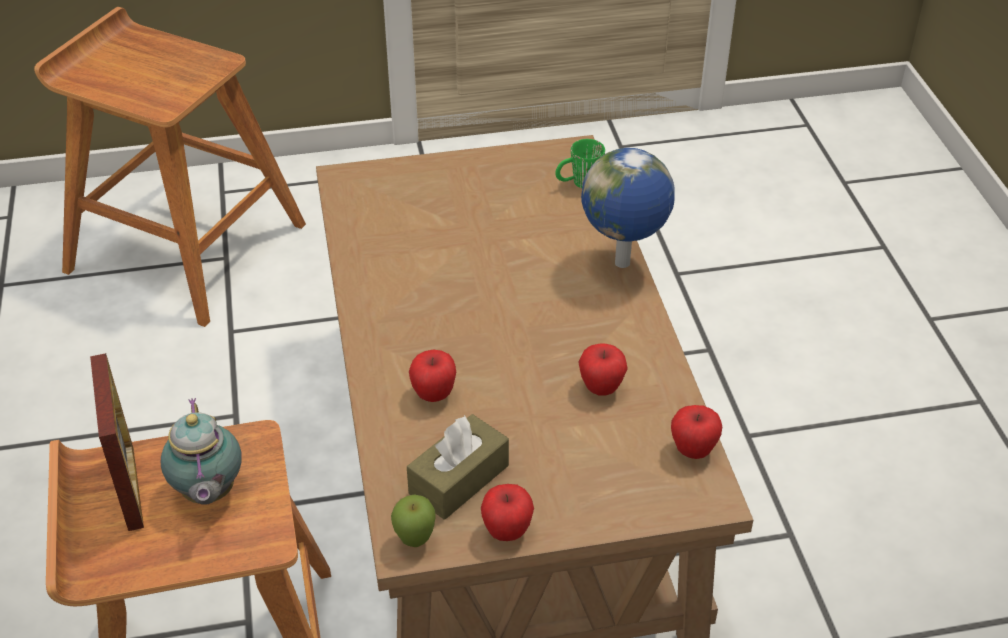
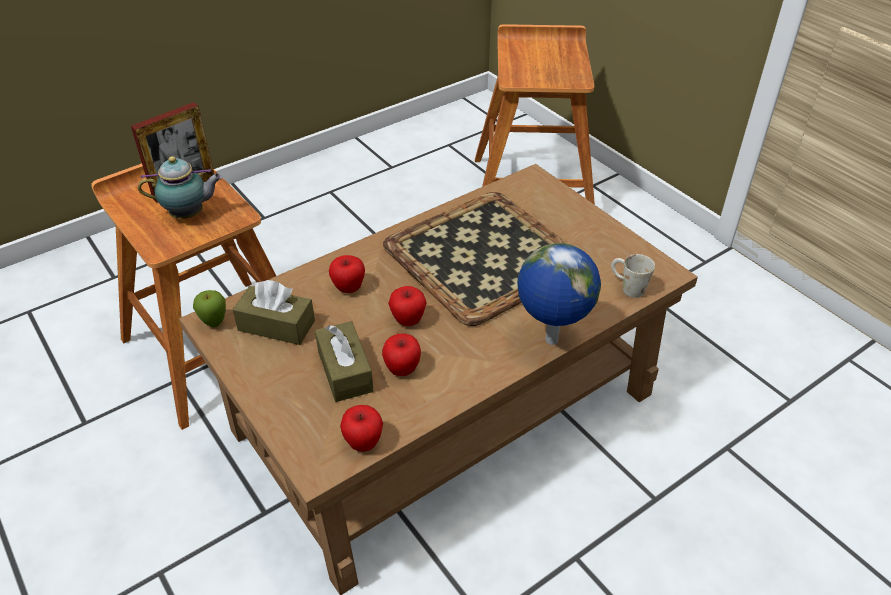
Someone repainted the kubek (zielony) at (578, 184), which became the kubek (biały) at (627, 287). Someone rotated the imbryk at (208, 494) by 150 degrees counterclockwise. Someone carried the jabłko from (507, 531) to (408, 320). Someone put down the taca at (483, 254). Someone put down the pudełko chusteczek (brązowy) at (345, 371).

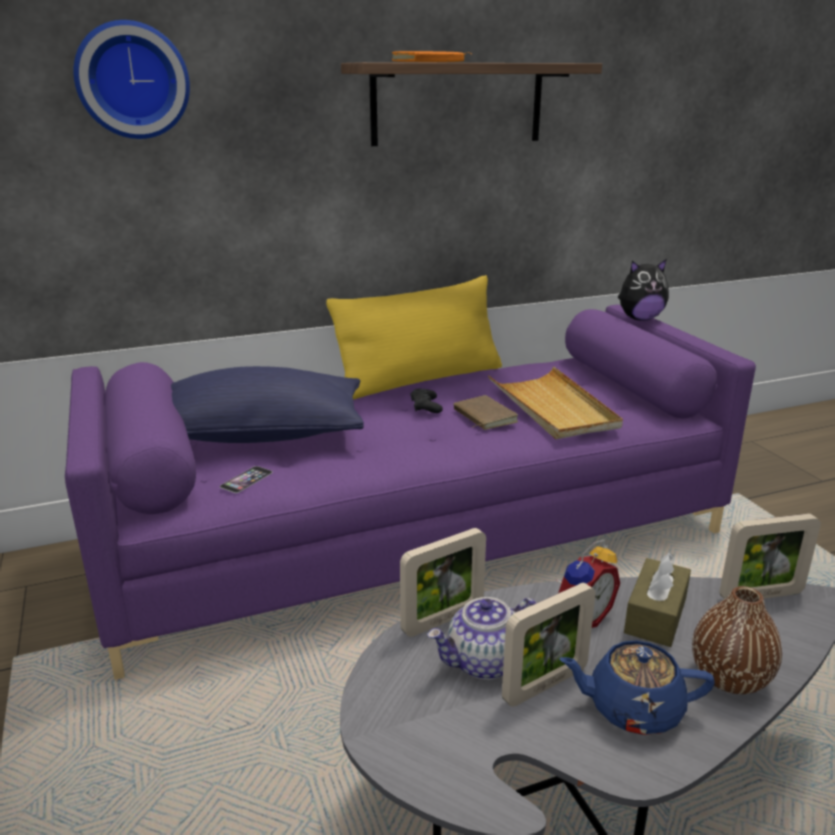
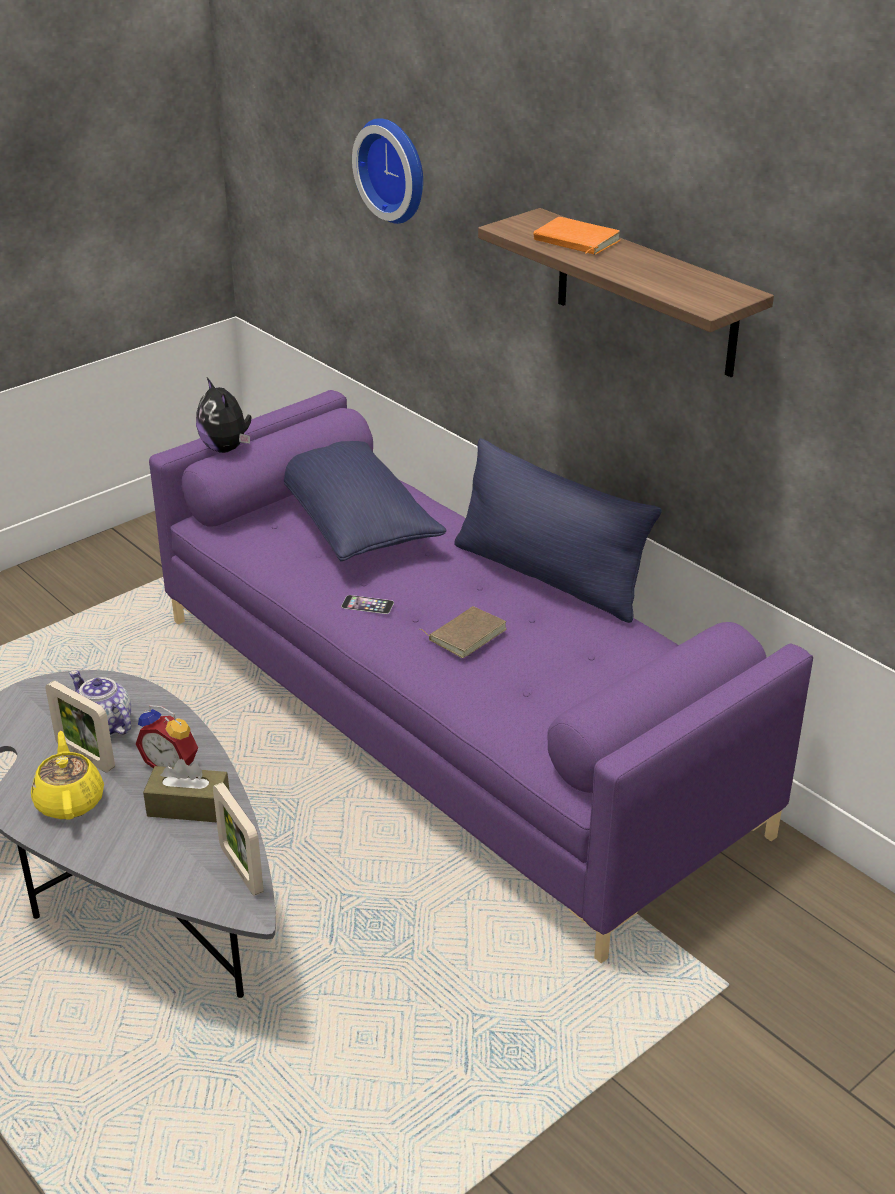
Someone carried the pluszak from (639, 319) to (226, 448). Someone repainted the poduszka (żółty) at (420, 380), which became the poduszka (niebieski) at (548, 577). Someone took away the taca (beżowy) at (552, 407). Someone took away the pad do gier (czarny) at (426, 406). Someone carried the telefon from (246, 479) to (367, 604). Someone took away the ramka na zdjęcie at (442, 620). Someone took away the wazon (brązowy) at (730, 678). Someone repainted the imbryk (niebieski) at (632, 708), which became the imbryk (żółty) at (70, 801).

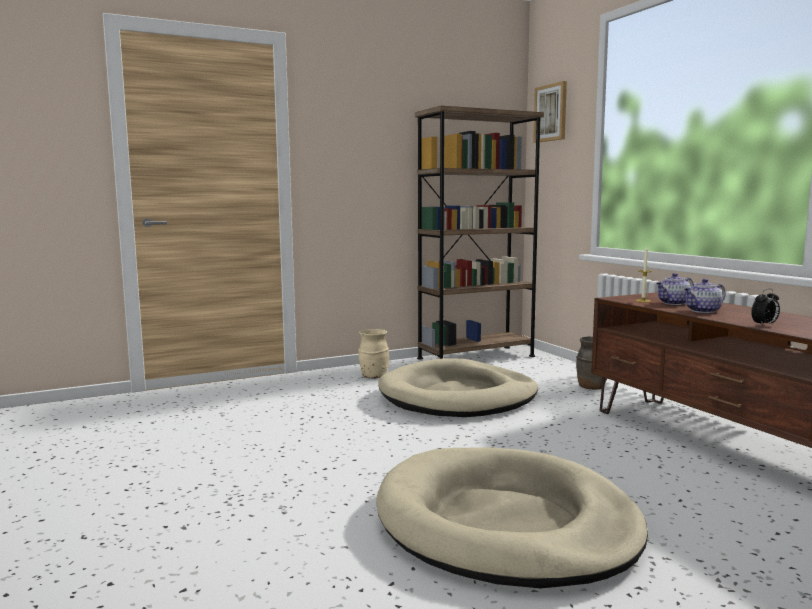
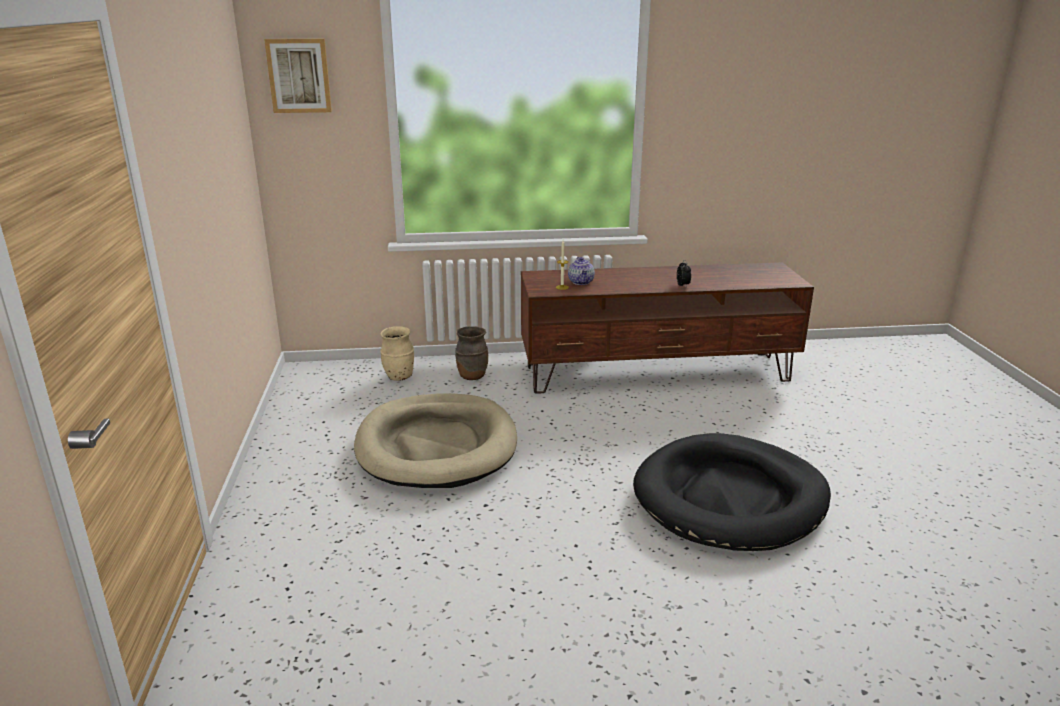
Someone took away the regał (brązowy) at (476, 357). Someone took away the imbryk at (703, 311). Someone carried the wazon (beżowy) from (373, 377) to (399, 377). Someone repainted the legowisko (beżowy) at (505, 523), which became the legowisko (czarny) at (730, 498).

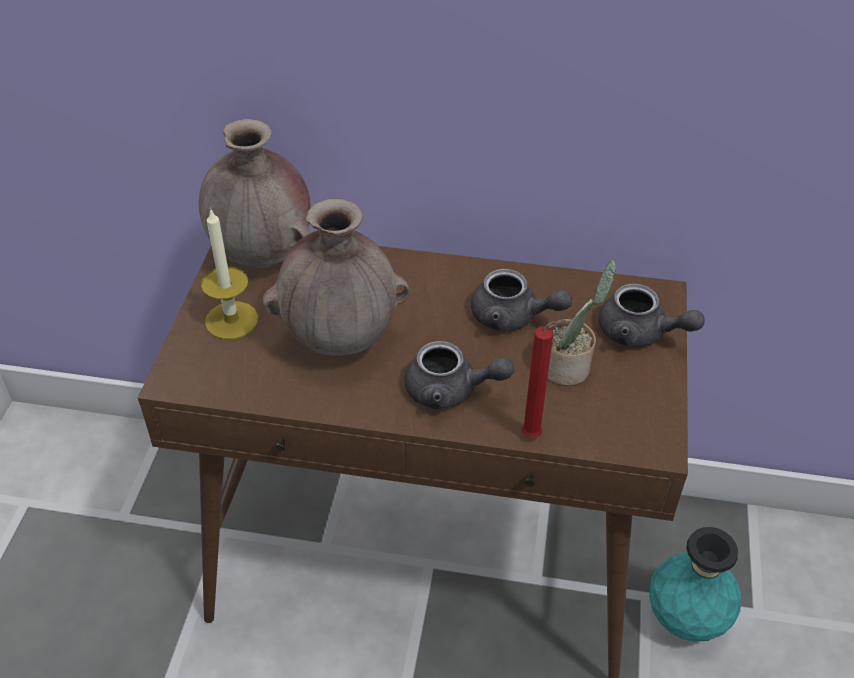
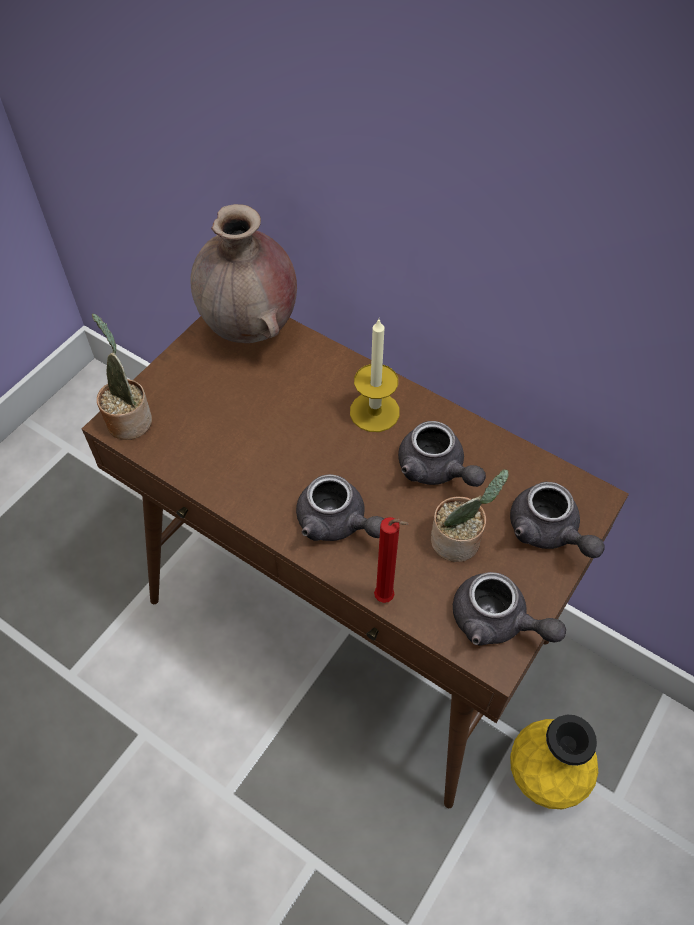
Someone took away the wazon (brązowy) at (341, 341). Someone carried the świeca from (231, 320) to (374, 412). Someone repainted the wazon (turkusowy) at (685, 618), which became the wazon (żółty) at (545, 774). Someone put down the roślina doniczkowa at (129, 419). Someone put down the imbryk (szary) at (497, 622).

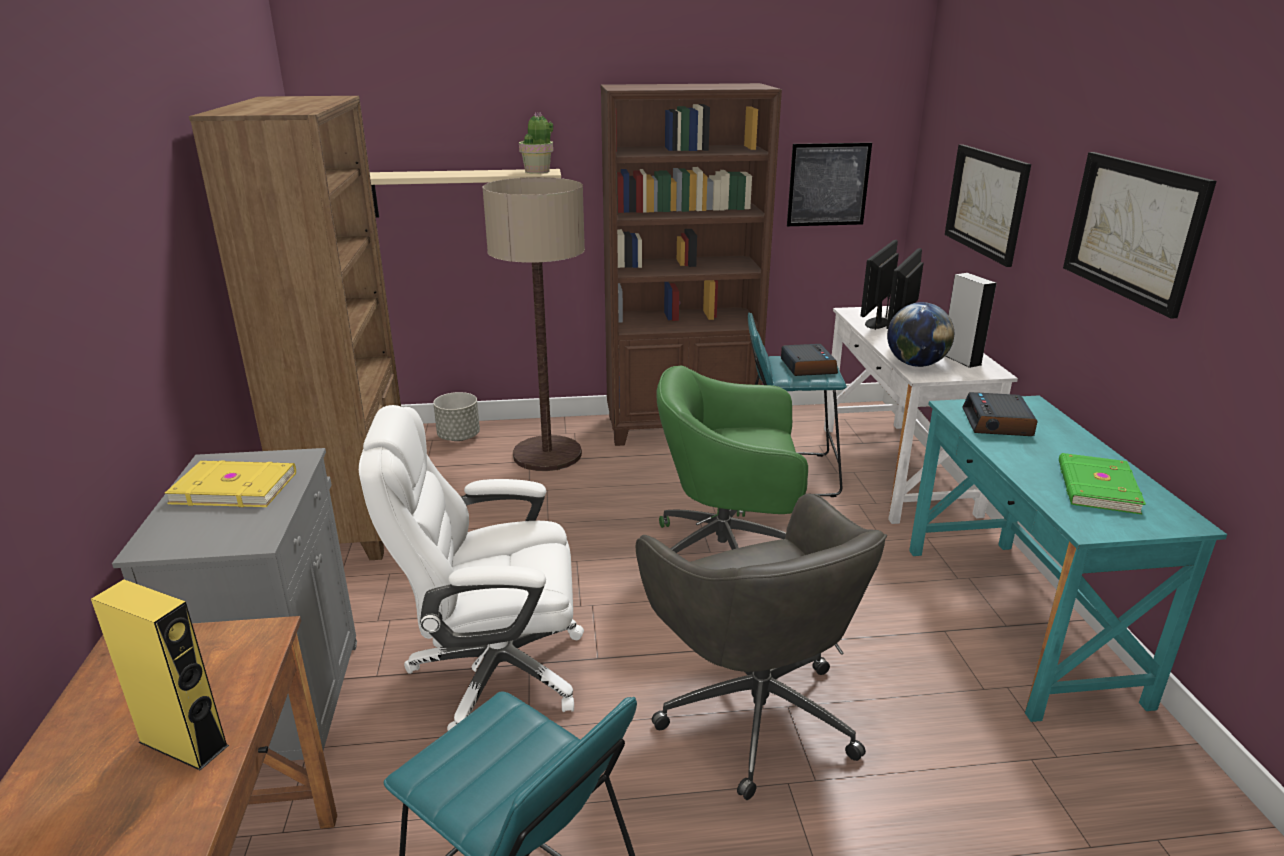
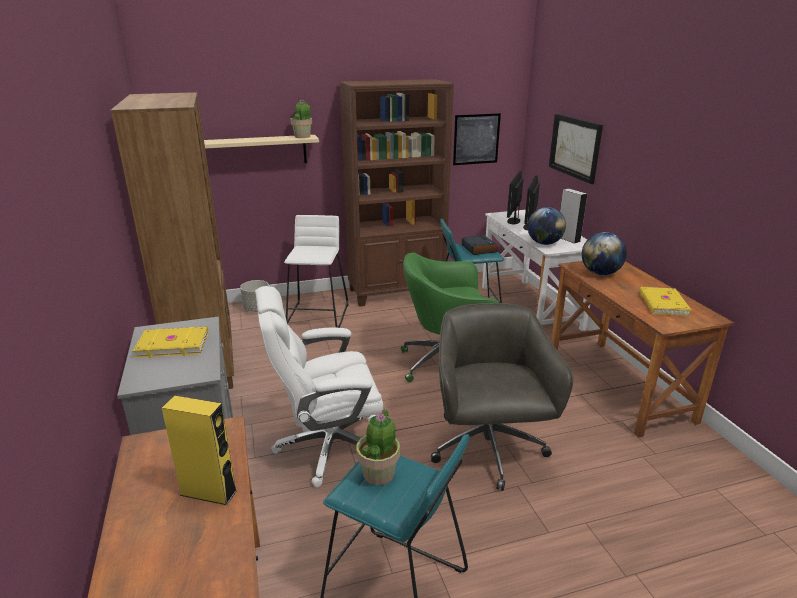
Someone took away the obraz at (1133, 229). Someone swapped the lampa stojąca at (547, 454) for the stołek (biały) at (318, 315). Someone swapped the budzik at (998, 423) for the globus at (600, 273). Someone repainted the biurko (turkusowy) at (1018, 621), which became the biurko (brązowy) at (618, 385). Someone repainted the książka (zielony) at (1095, 487), which became the książka (żółty) at (662, 304). Someone rotated the krzesło biurowe (szary) at (754, 711) by 150 degrees counterclockwise. Someone put down the roślina doniczkowa at (379, 473).

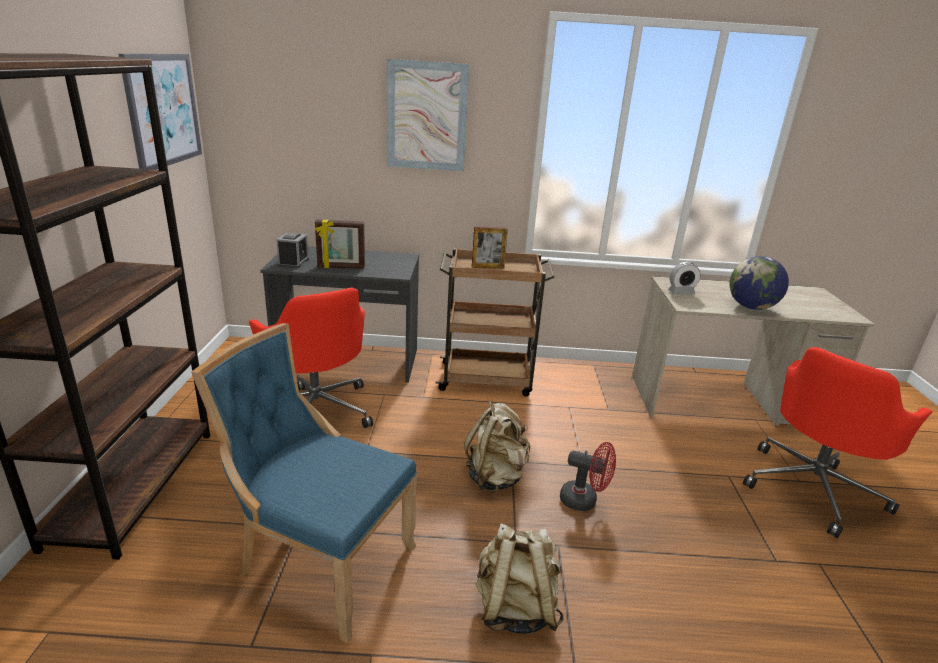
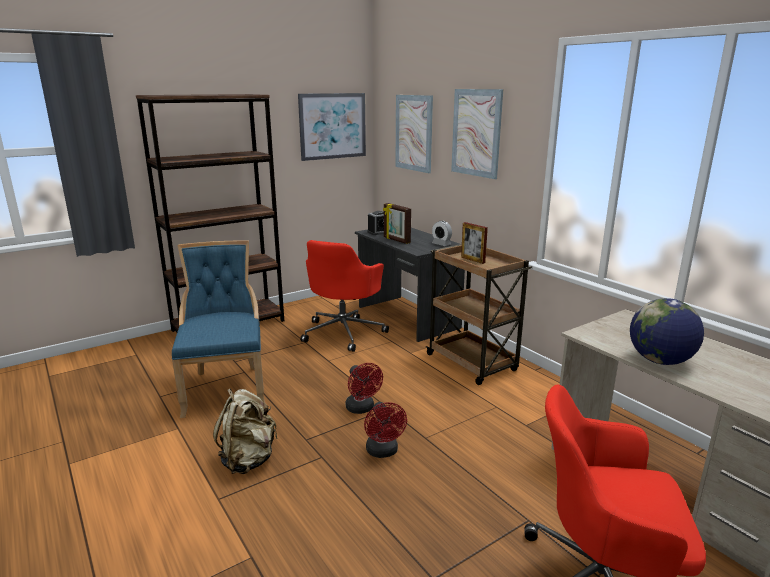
Someone carried the budzik from (681, 293) to (441, 244). Someone swapped the plecak (beżowy) at (496, 477) for the wentylator (czerwony) at (362, 409). Someone put up the obraz at (414, 133).

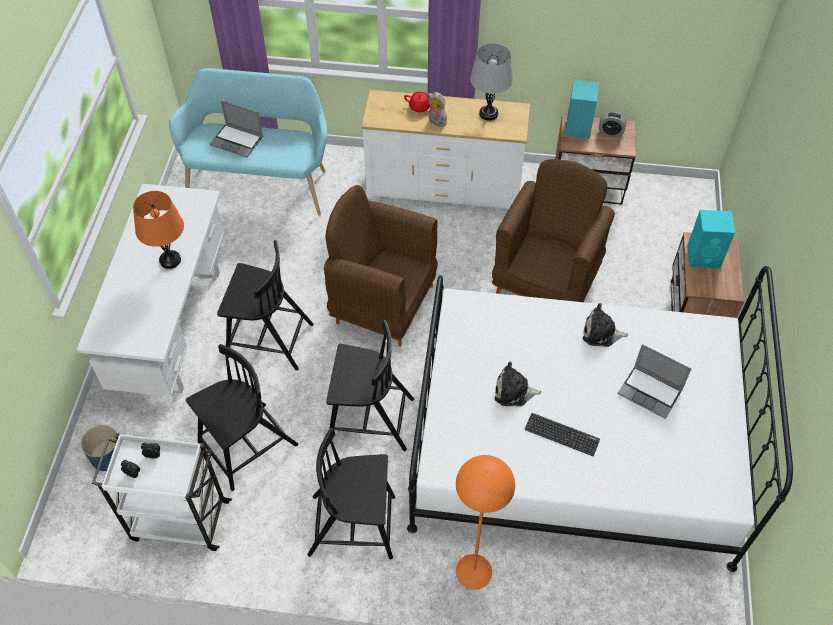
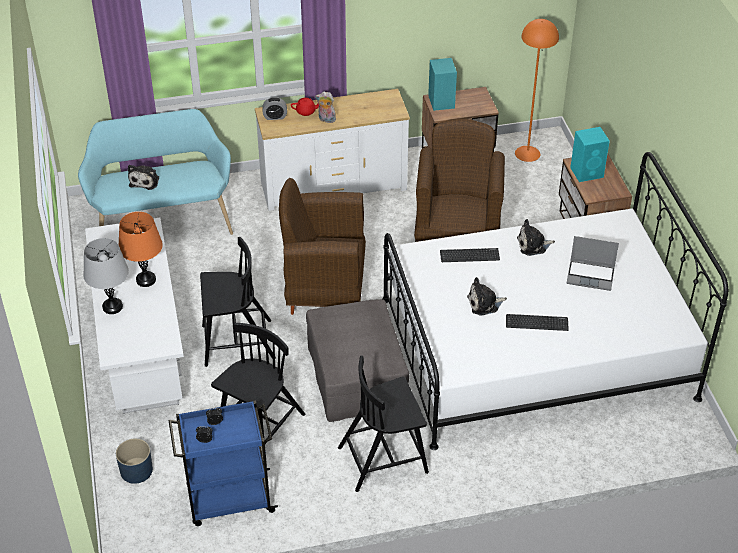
Someone carried the lampa stołowa (szary) from (488, 113) to (112, 307). Someone swapped the laptop at (238, 141) for the pluszak at (145, 180). Someone carried the budzik from (610, 132) to (275, 117). Someone swapped the krzesło (czarny) at (369, 419) for the pufa (szary) at (357, 378). Someone repainted the wózek (biały) at (178, 520), which became the wózek (niebieski) at (228, 499). Someone carried the lampa stojąca (pomarańczowy) from (474, 571) to (527, 153). Someone put down the klawiatura at (469, 255).

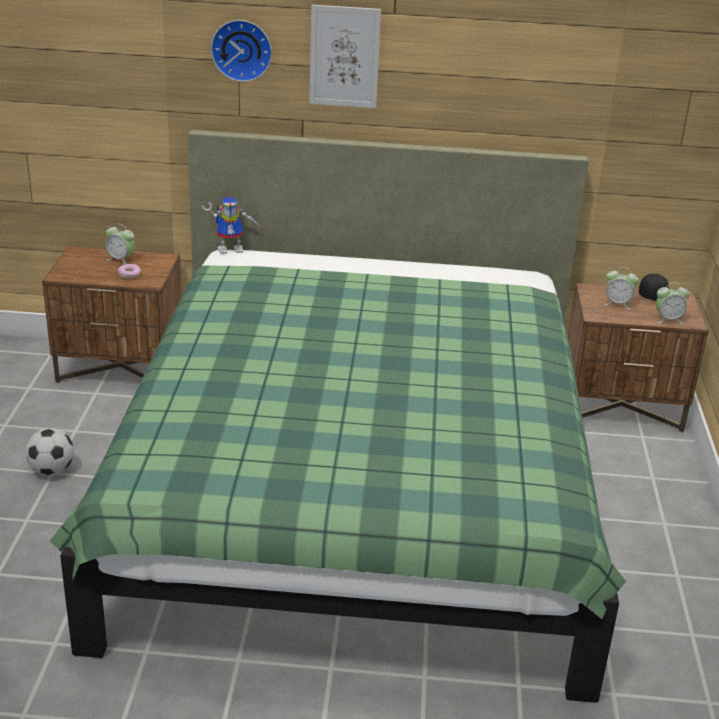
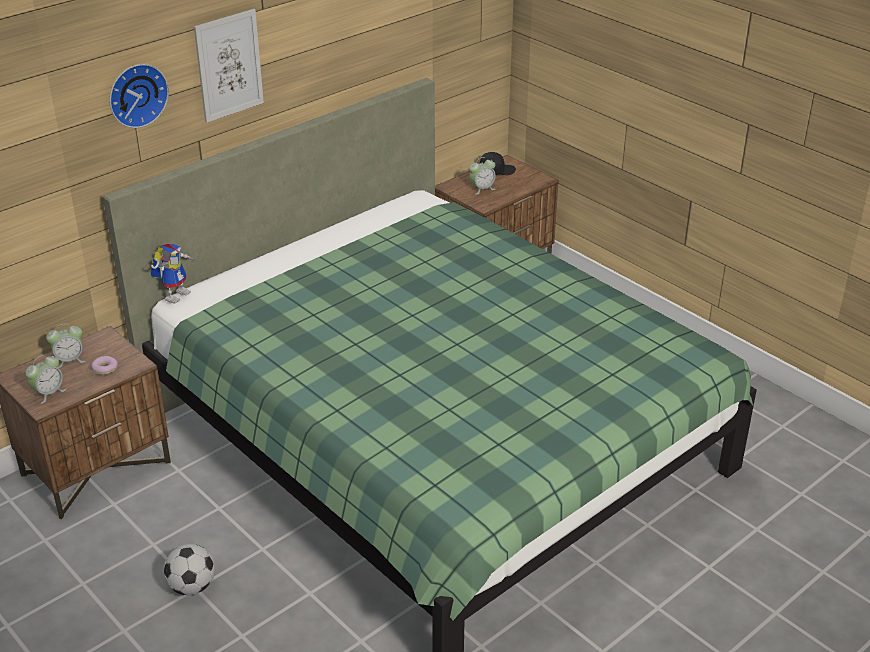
Someone carried the budzik from (668, 319) to (48, 393).

